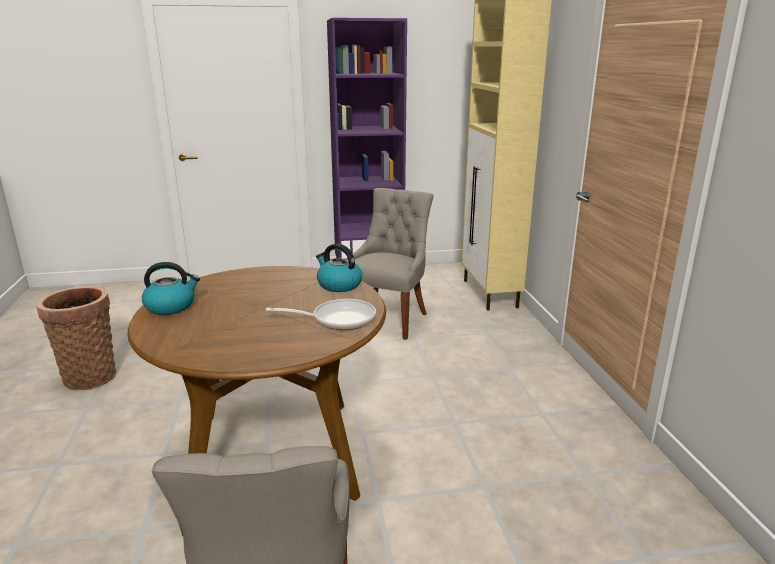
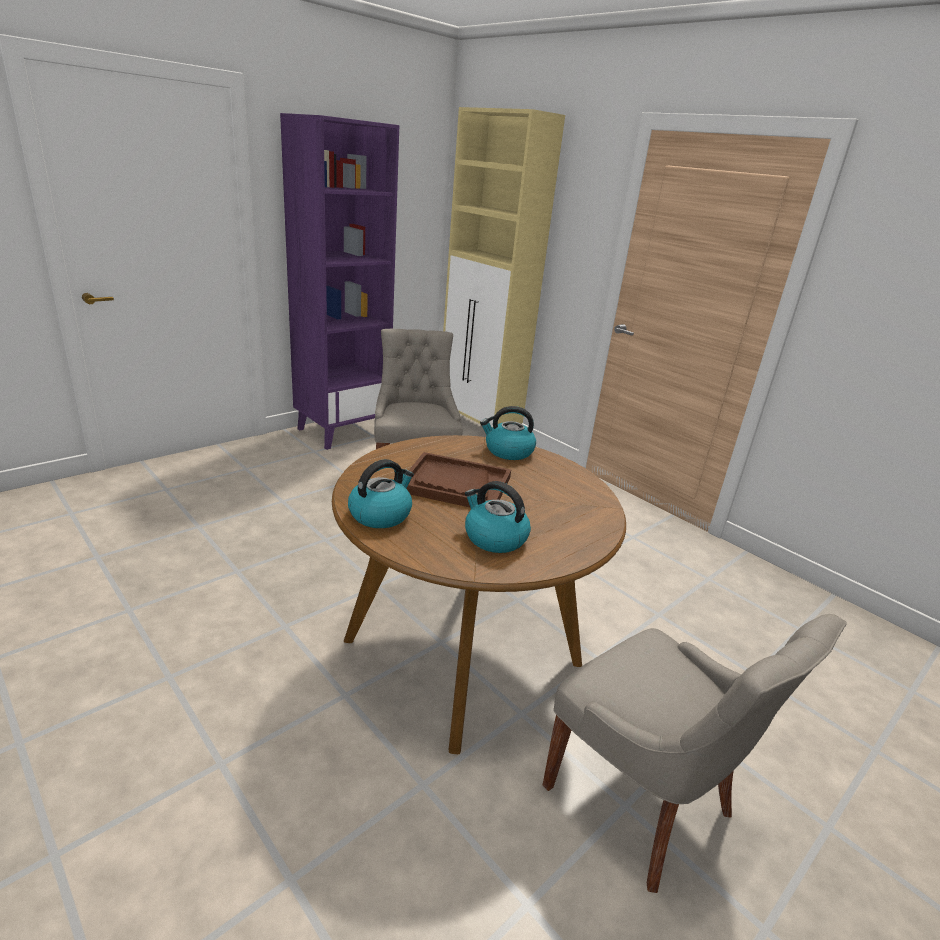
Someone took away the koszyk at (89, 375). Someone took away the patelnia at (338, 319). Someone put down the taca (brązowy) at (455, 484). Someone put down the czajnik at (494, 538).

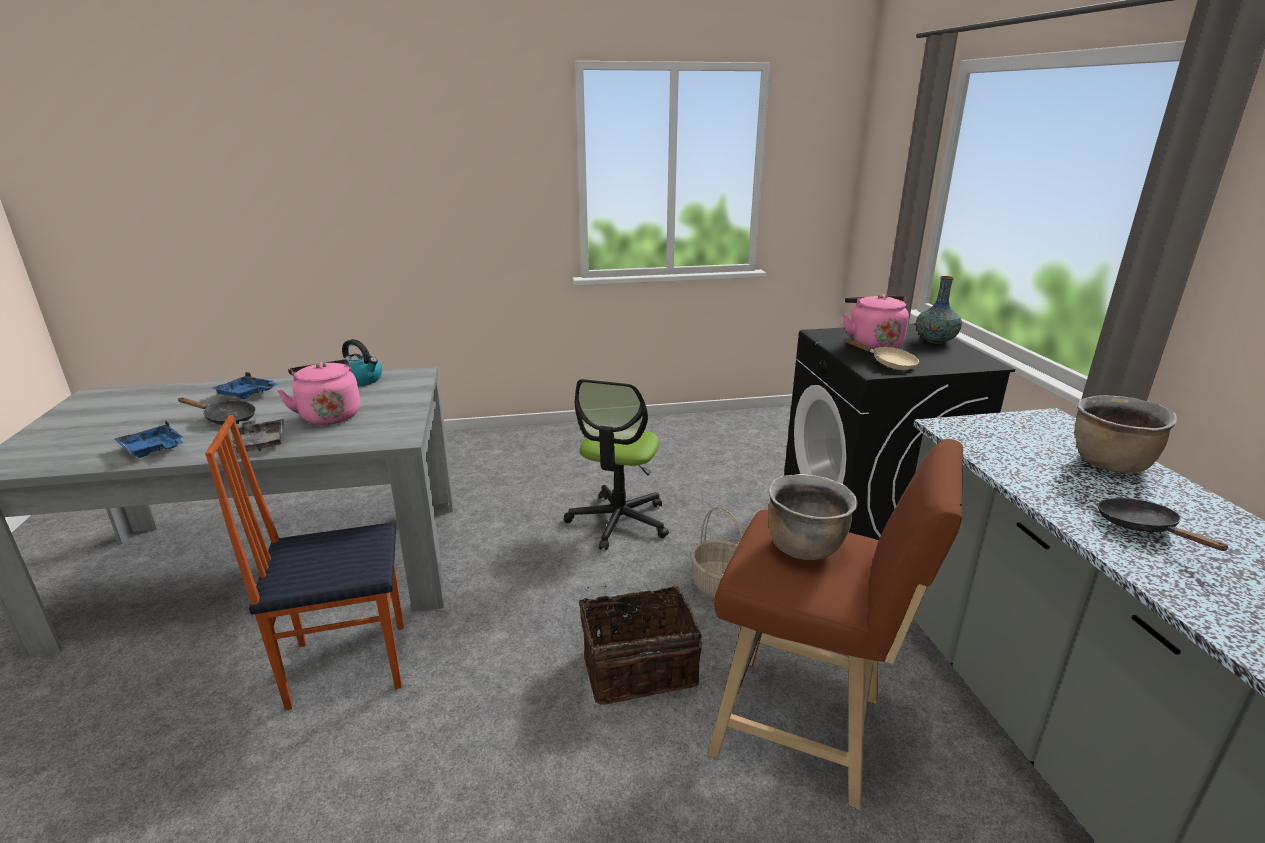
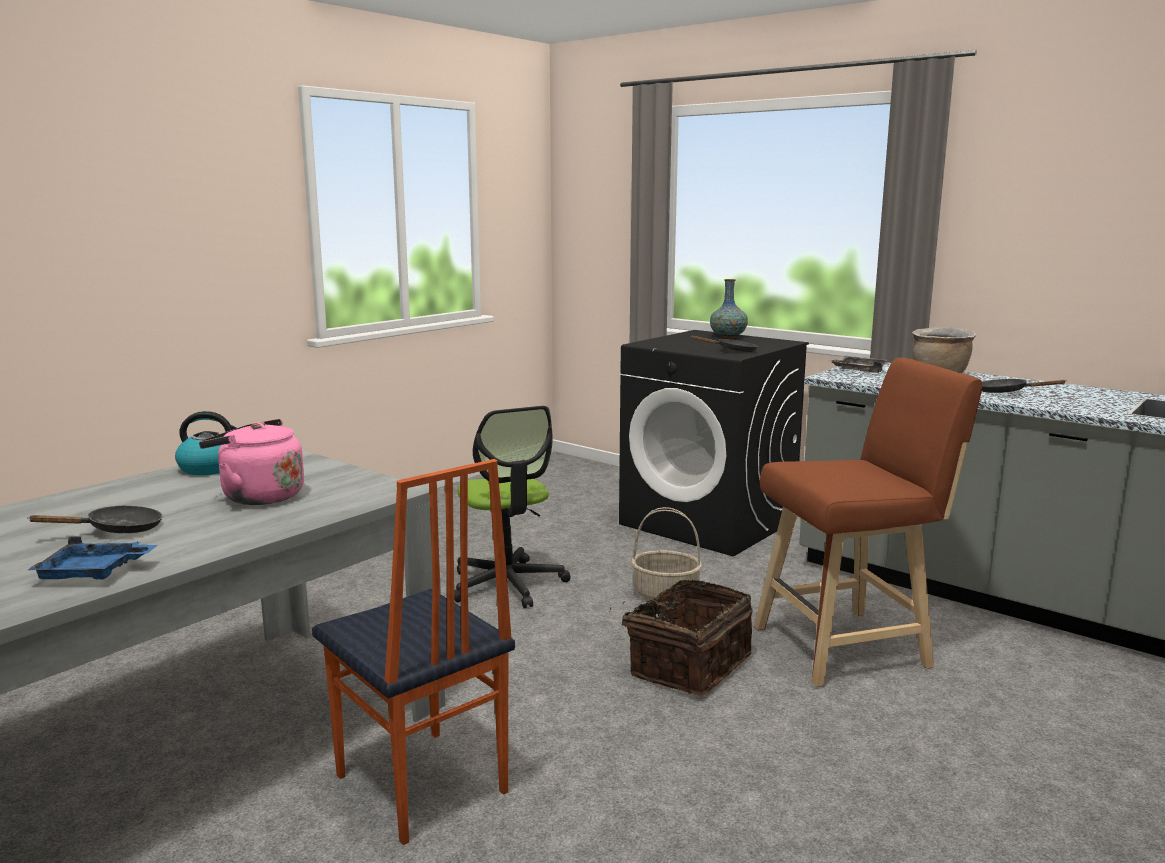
Someone took away the czajnik (różowy) at (872, 344). Someone repainted the patelnia (beżowy) at (888, 363), which became the patelnia (czarny) at (732, 351). Someone took away the taca (niebieski) at (247, 394). Someone rotated the krzesło at (347, 664) by 75 degrees counterclockwise. Someone carried the taca (szary) from (260, 442) to (859, 371). Someone took away the garnek (brązowy) at (805, 547).

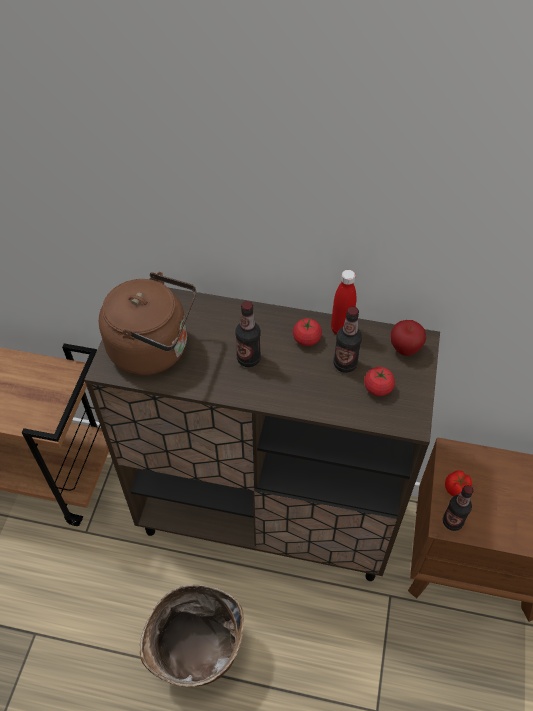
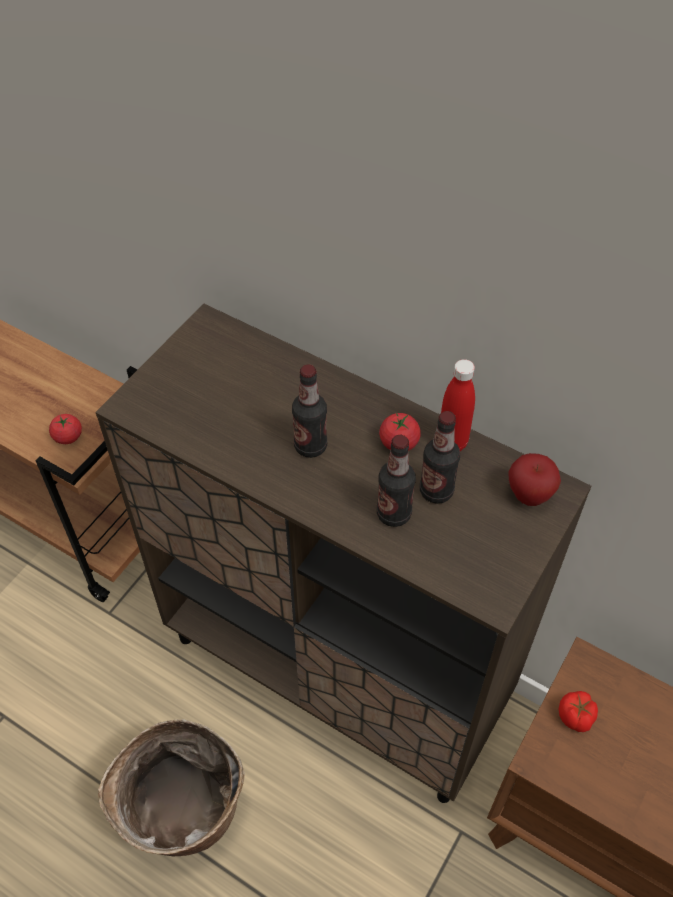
Someone took away the czajnik (brązowy) at (154, 349). Someone carried the pomidor from (378, 388) to (68, 437). Someone carried the butelka from (452, 522) to (393, 514).

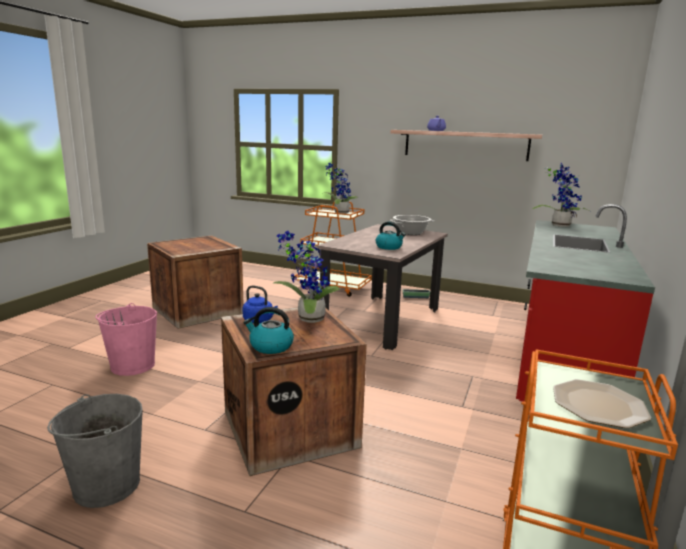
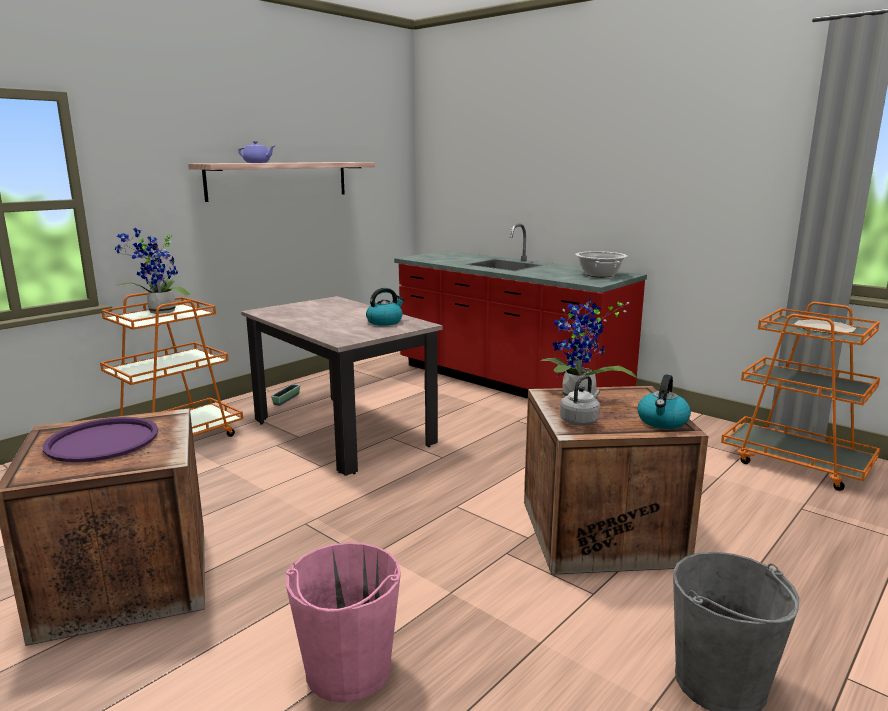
Someone took away the roślina doniczkowa at (559, 225). Someone carried the garnek from (411, 233) to (600, 275). Someone repainted the czajnik (niebieski) at (259, 320), which became the czajnik (szary) at (580, 421). Someone put down the taca (fioletowy) at (102, 441).

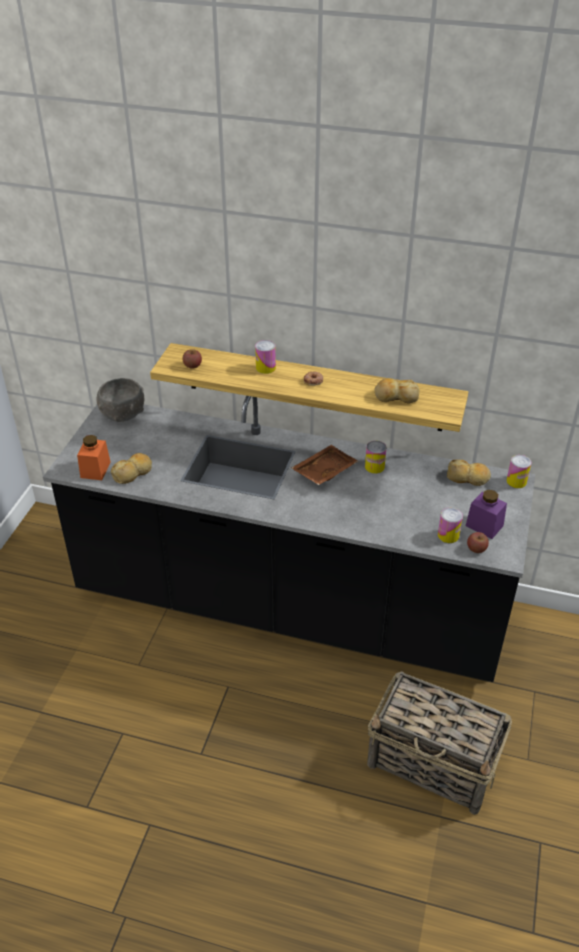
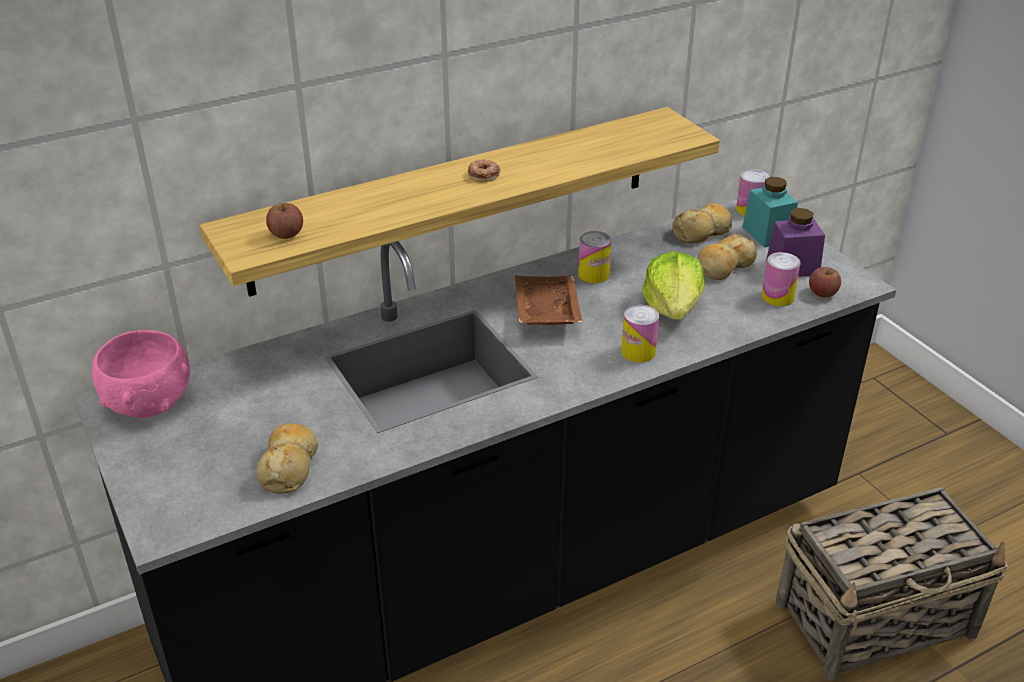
Someone carried the puszka from (265, 368) to (638, 352). Someone repainted the miska (szary) at (122, 414), which became the miska (różowy) at (148, 401). Someone carried the chleb from (396, 396) to (724, 266). Someone took away the słoik (pomarańczowy) at (95, 470). Someone put down the słoik (turkusowy) at (767, 234). Someone put down the sałata at (673, 307).

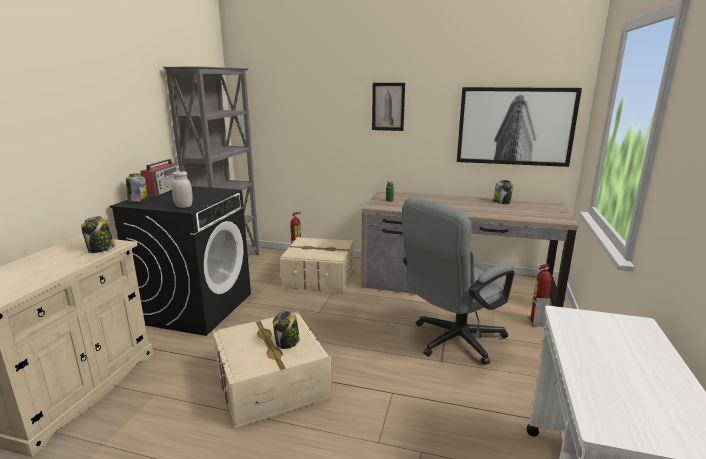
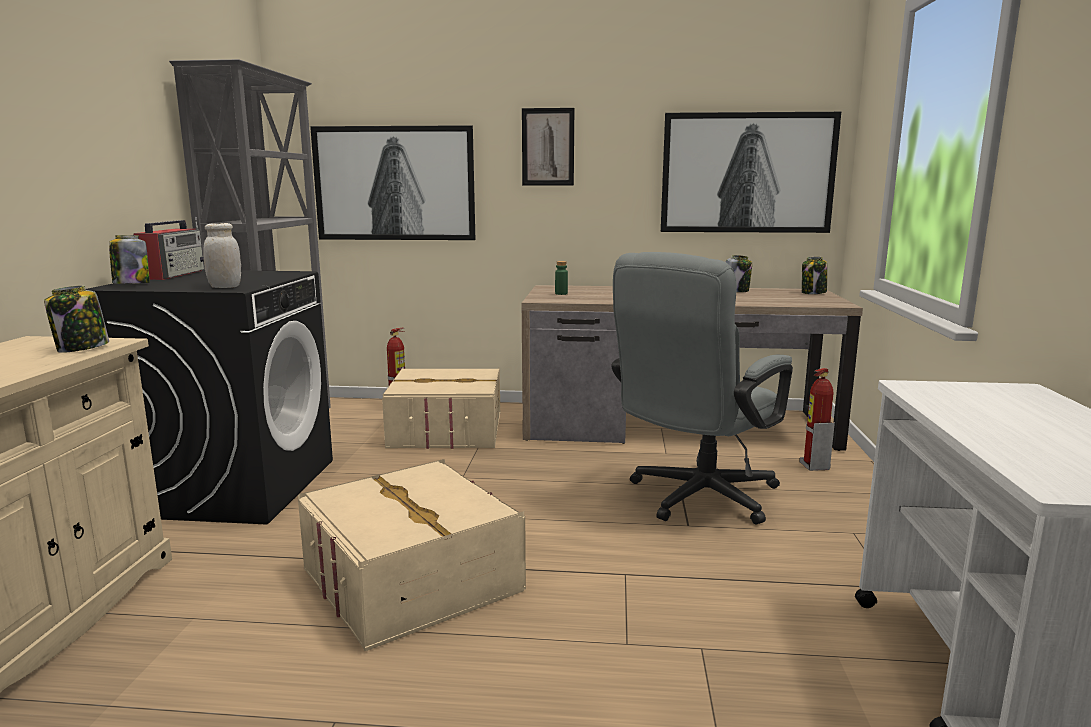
Someone carried the słoik from (287, 343) to (813, 293). Someone put up the obraz at (395, 183).

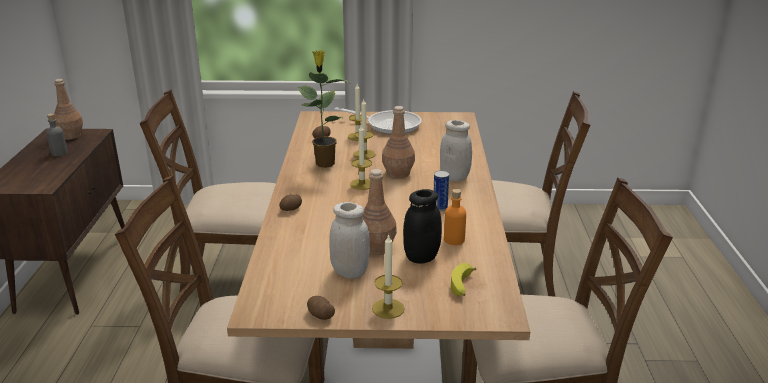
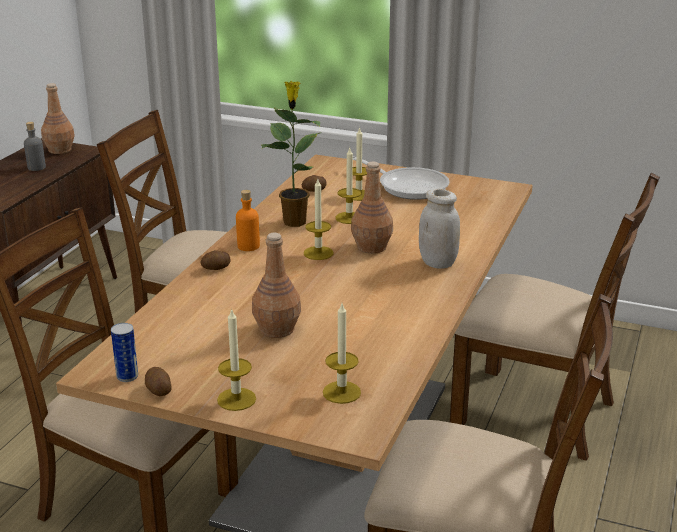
Someone carried the puszka from (440, 208) to (127, 376). Someone took away the słoik (czarny) at (421, 257). Someone carried the butelka (pomarańczowy) from (454, 240) to (248, 246). Someone took away the słoik (biały) at (350, 272). Someone swapped the banan at (463, 286) for the świeca at (341, 392).

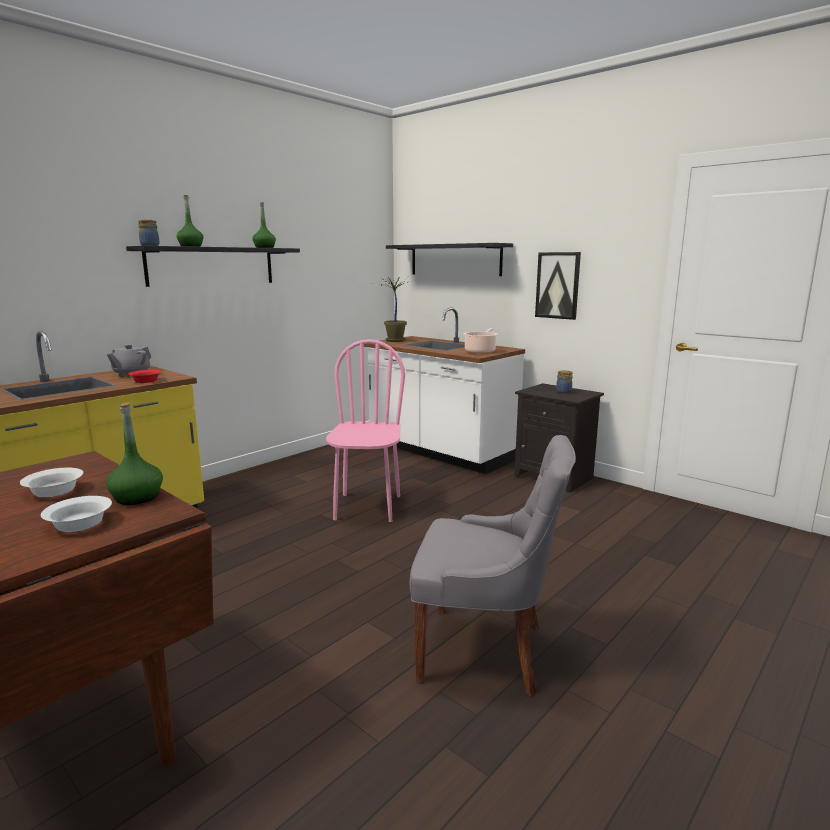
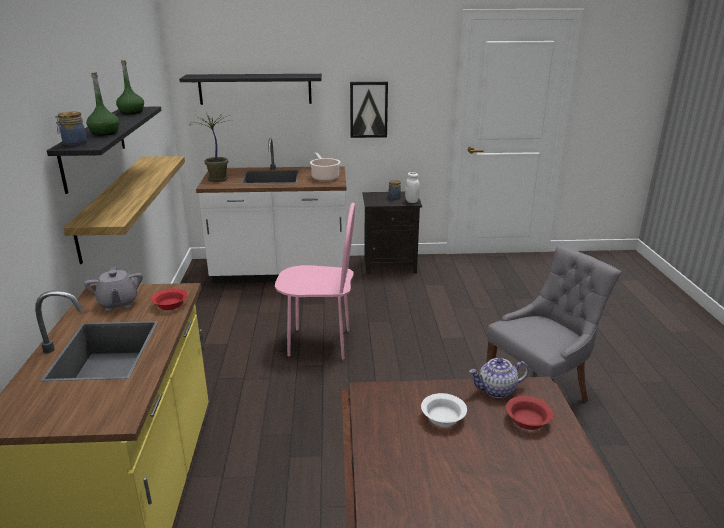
Someone rotated the krzesło (różowy) at (367, 507) by 135 degrees clockwise. Someone swapped the butelka (zielony) at (137, 497) for the imbryk at (496, 390). Someone repainted the miska (biały) at (81, 524), which became the miska (czerwony) at (528, 420). Someone put up the półka at (112, 205). Someone put down the słoik (biały) at (412, 201).

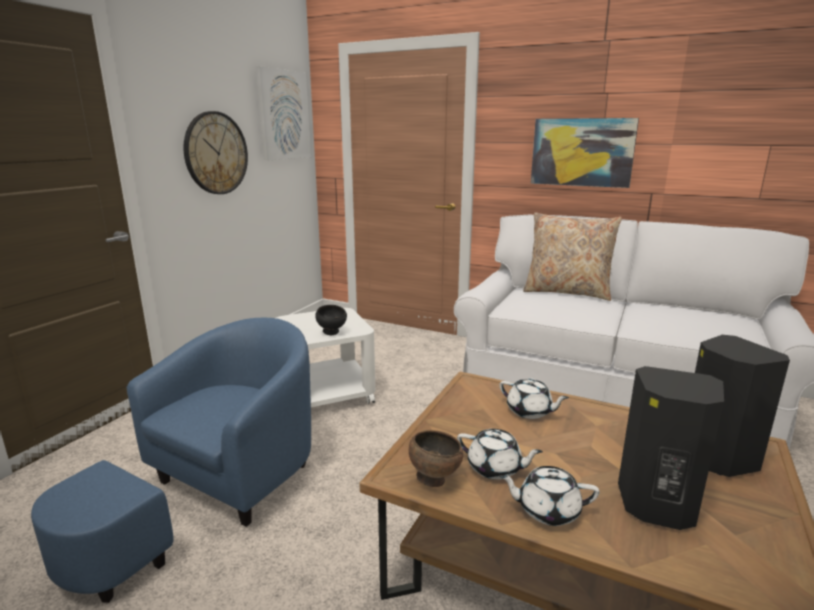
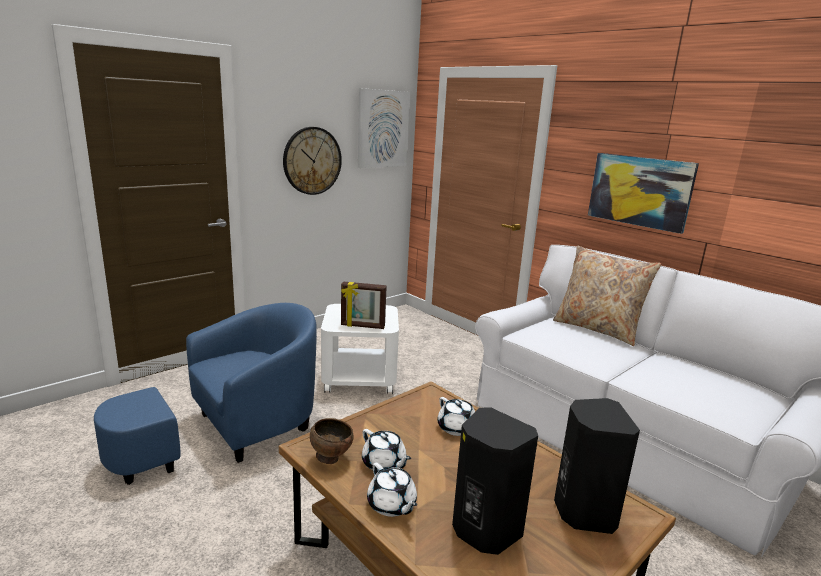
Someone swapped the miska (czarny) at (332, 333) for the ramka na zdjęcie at (362, 326). Someone rotated the imbryk (biały) at (547, 510) by 150 degrees counterclockwise.

